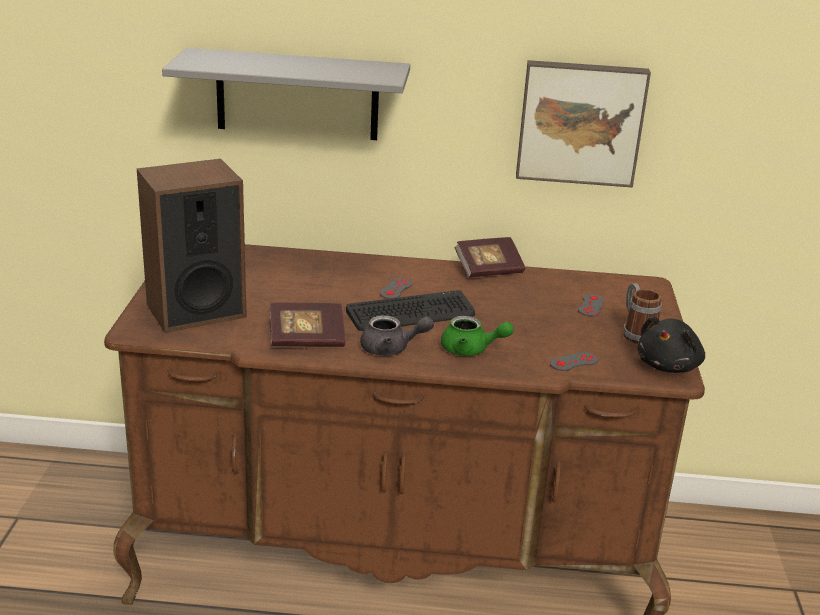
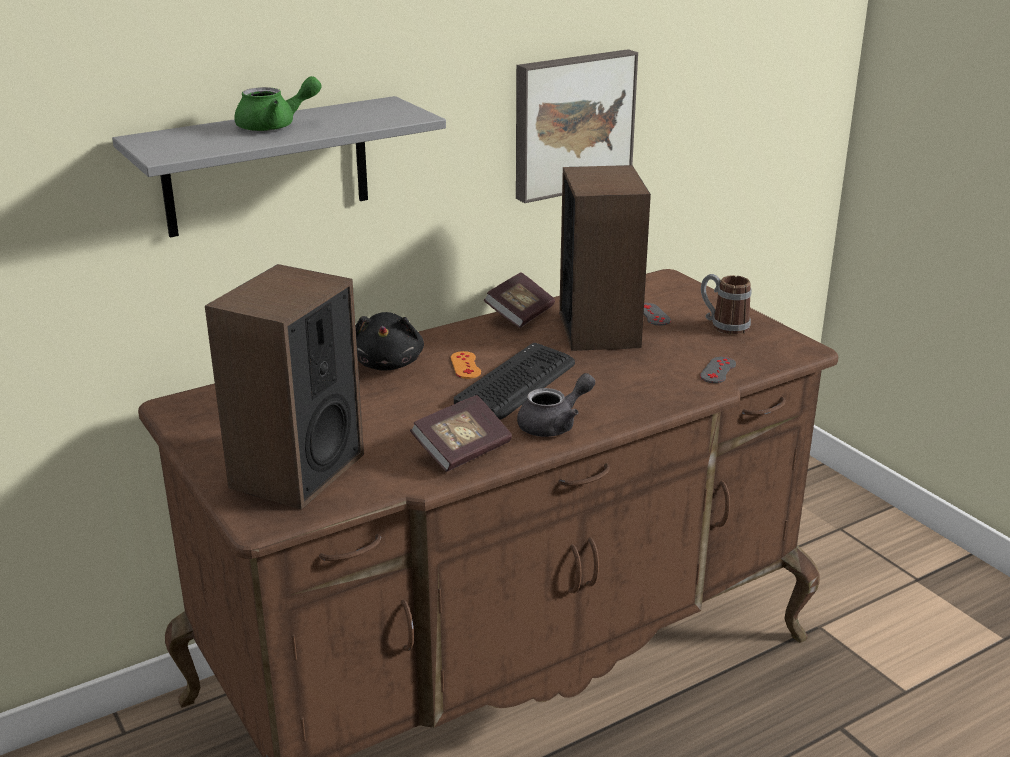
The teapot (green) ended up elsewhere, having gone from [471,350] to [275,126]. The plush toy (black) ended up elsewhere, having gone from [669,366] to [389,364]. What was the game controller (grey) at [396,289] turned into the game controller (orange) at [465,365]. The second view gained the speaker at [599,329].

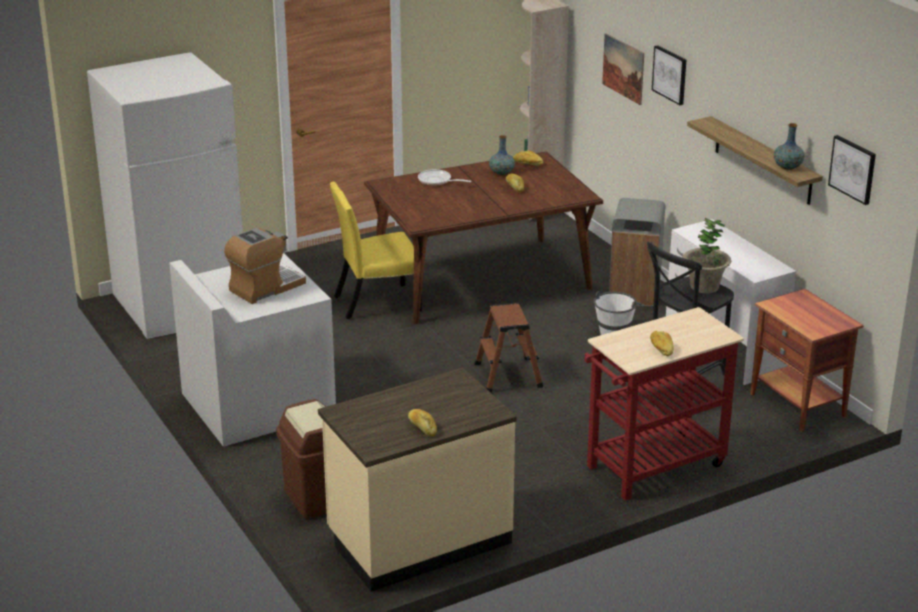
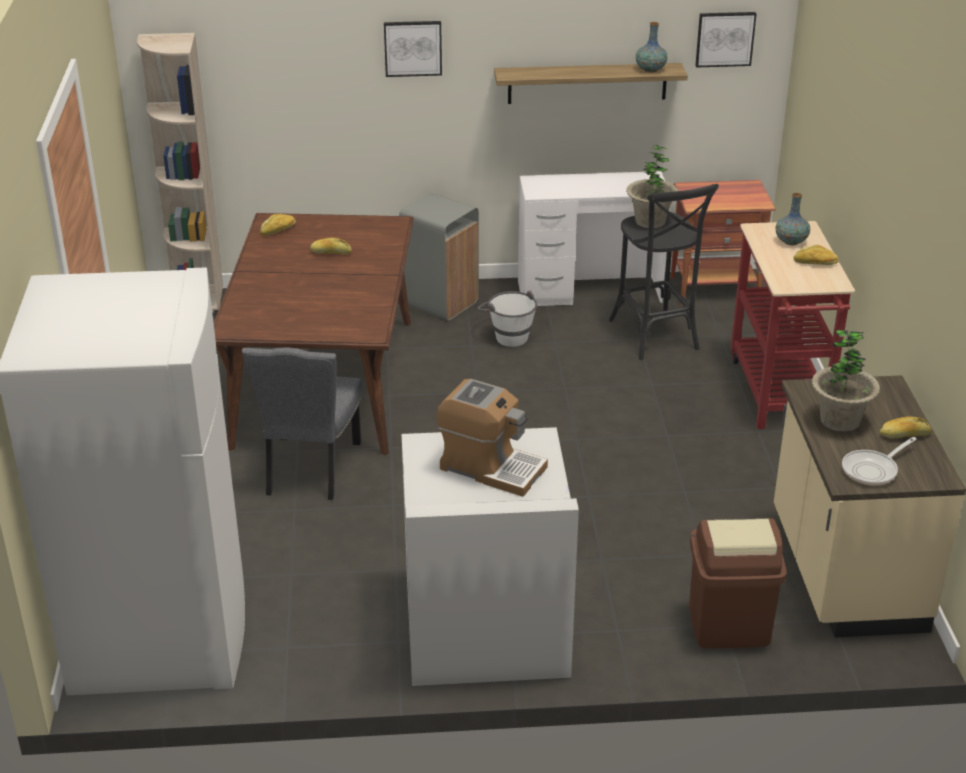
What was the chair (yellow) at [378,302] turned into the chair (grey) at [311,466]. The coffee machine at [266,287] ended up facing another way, 135 degrees clockwise from before. The vase ended up elsewhere, having gone from [501,173] to [791,242]. The second view gained the potted plant at [839,420]. The frying pan ended up elsewhere, having gone from [437,181] to [873,470]. The second view lost the step ladder (brown) at [508,375]. The second view lost the picture at [623,68].

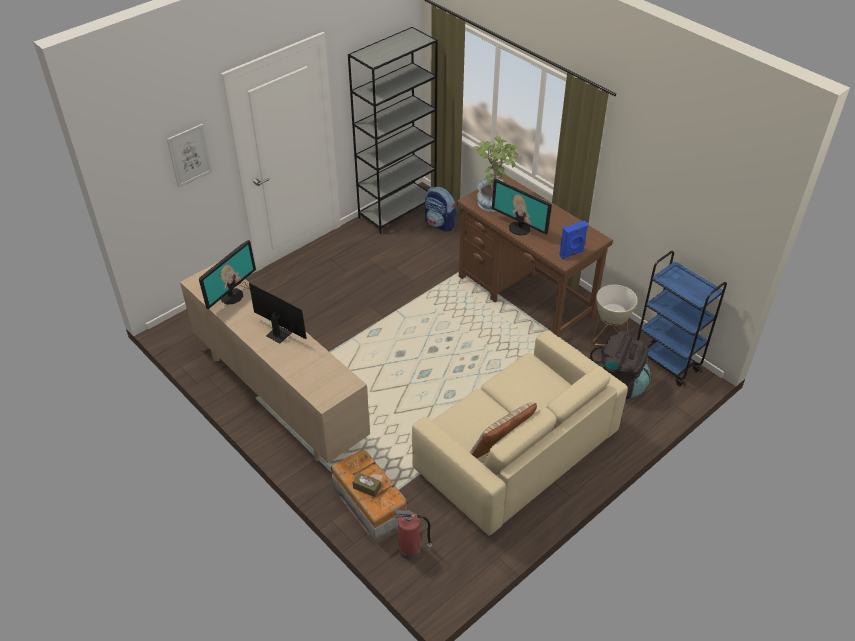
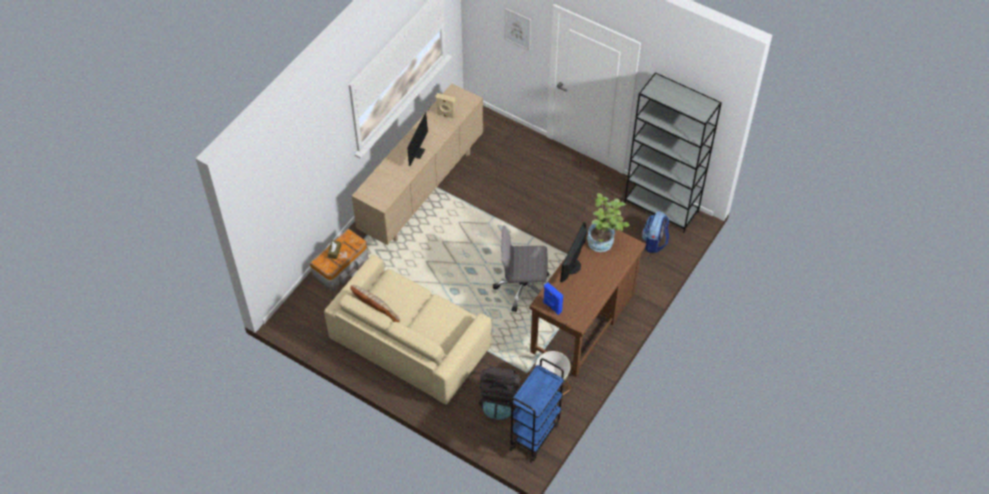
Where the monitor stood at [231,296], the speaker (beige) came to stand at [446,115]. The second view gained the office chair (grey) at [522,288]. The second view lost the fire extinguisher at [410,549].

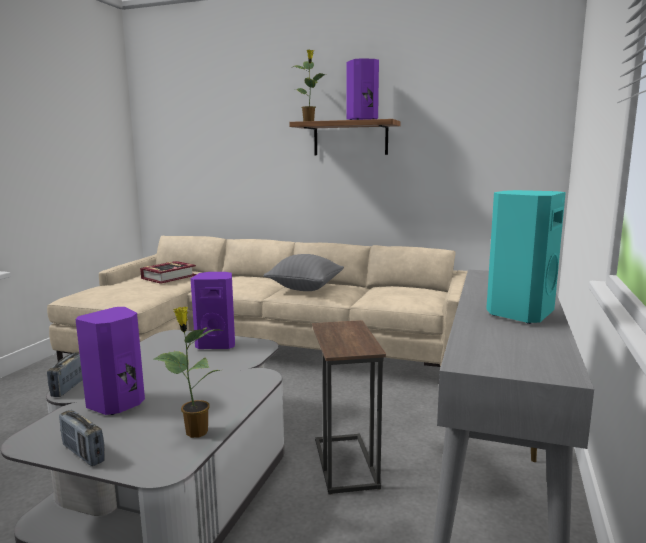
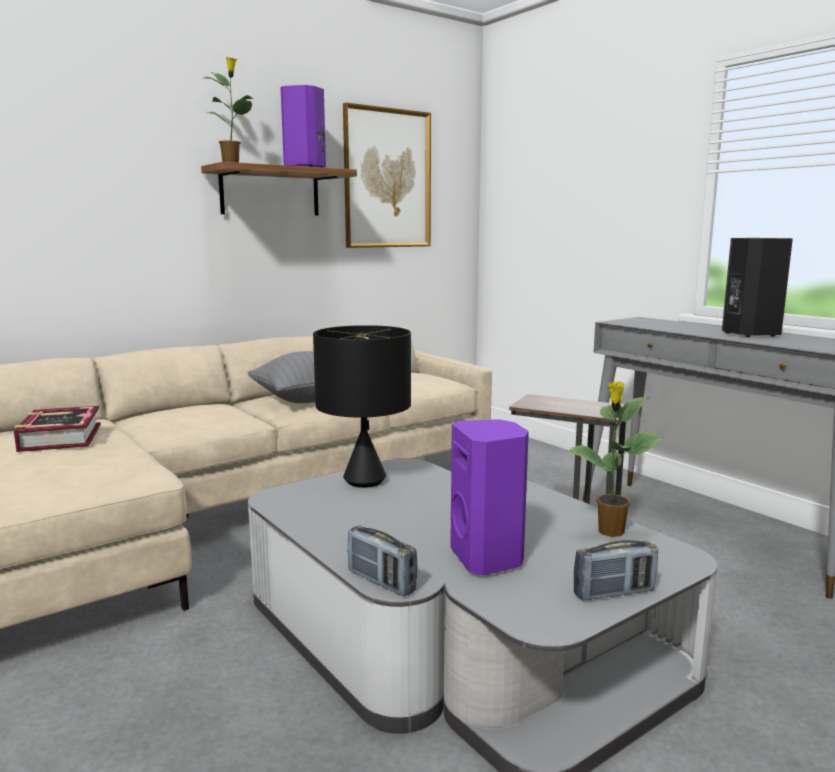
Where the speaker (purple) stood at [217,344], the table lamp (black) came to stand at [364,481]. The second view gained the picture at [387,179]. What was the speaker (turquoise) at [518,313] turned into the speaker (black) at [748,334].

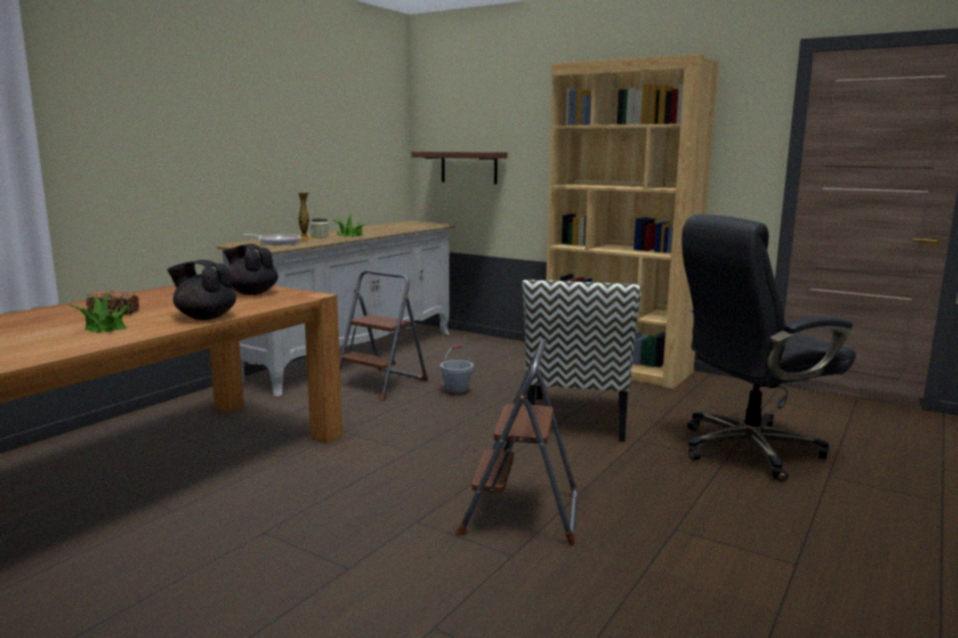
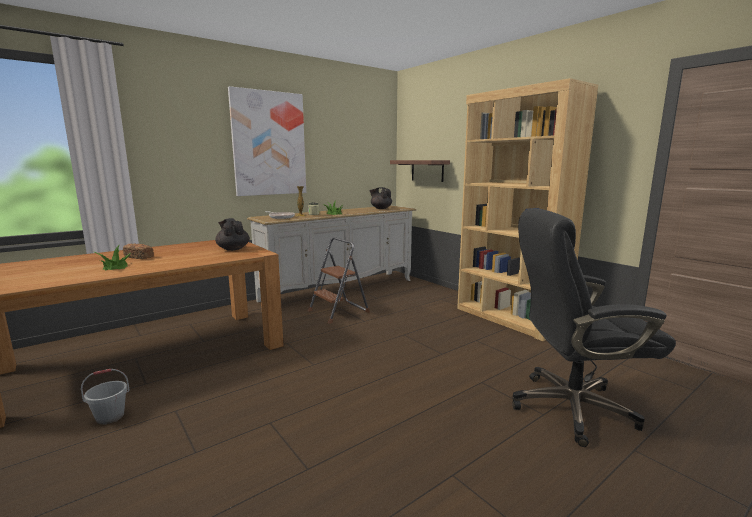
The bucket (grey) ended up elsewhere, having gone from [456,391] to [110,417]. The second view gained the picture at [269,144]. The teapot (black) ended up elsewhere, having gone from [205,317] to [380,208]. The second view lost the step ladder (brown) at [525,514]. The second view lost the chair at [577,419].

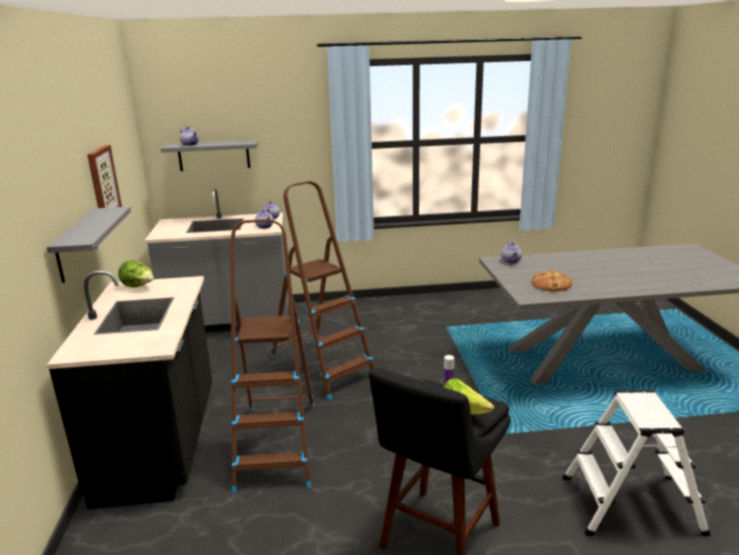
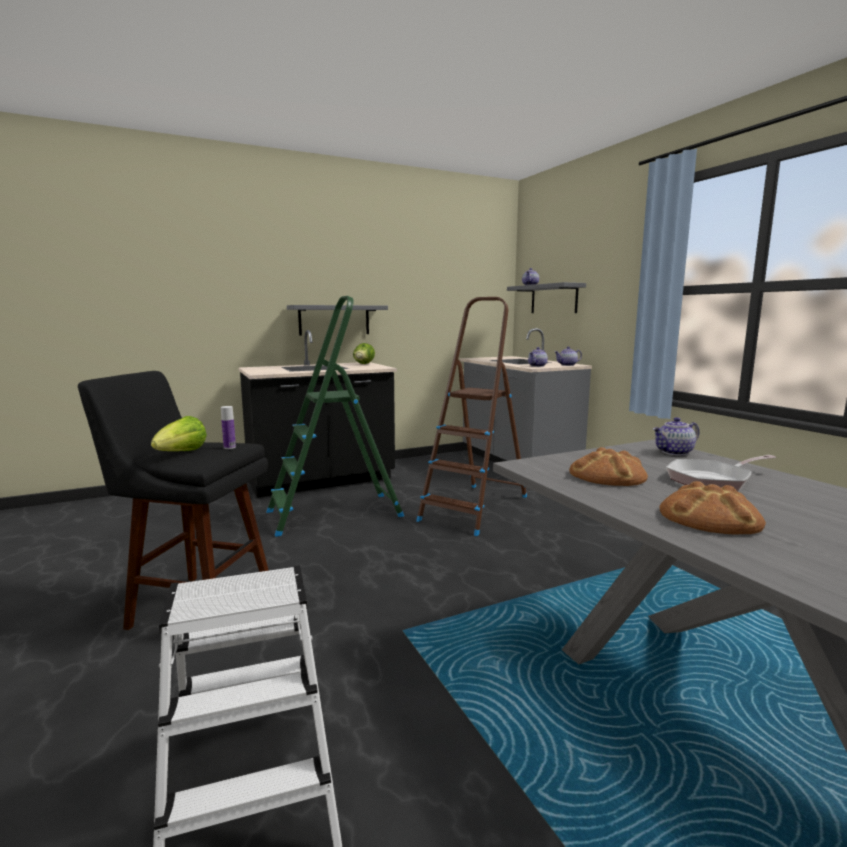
What was the step ladder (brown) at [277,444] turned into the step ladder (green) at [333,514]. The second view gained the bread at [709,517]. The second view gained the frying pan at [713,480]. The second view lost the picture at [102,182].

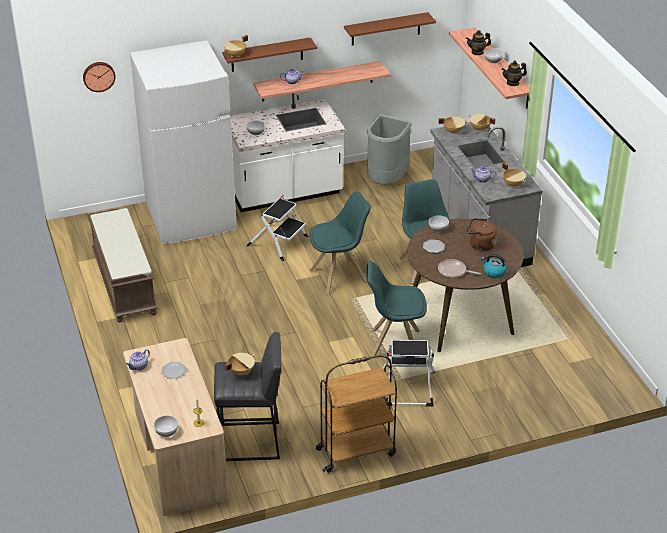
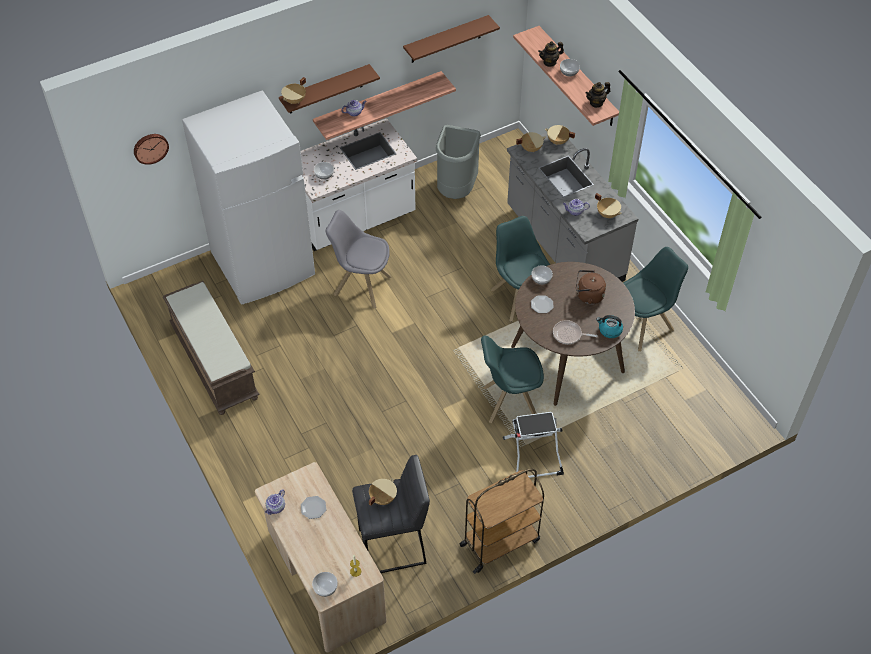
Where the step ladder stood at [277,242], the chair (grey) came to stand at [362,286]. The chair (turquoise) ended up elsewhere, having gone from [339,276] to [643,326].

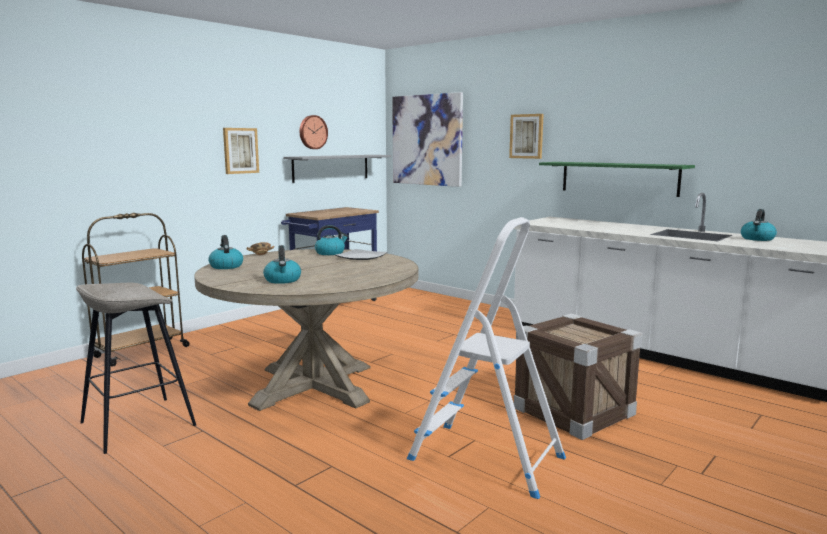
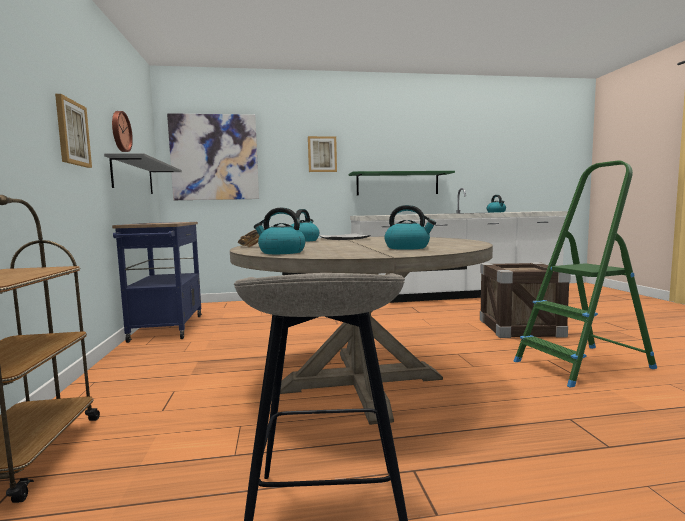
What was the step ladder (white) at [484,458] turned into the step ladder (green) at [581,365].

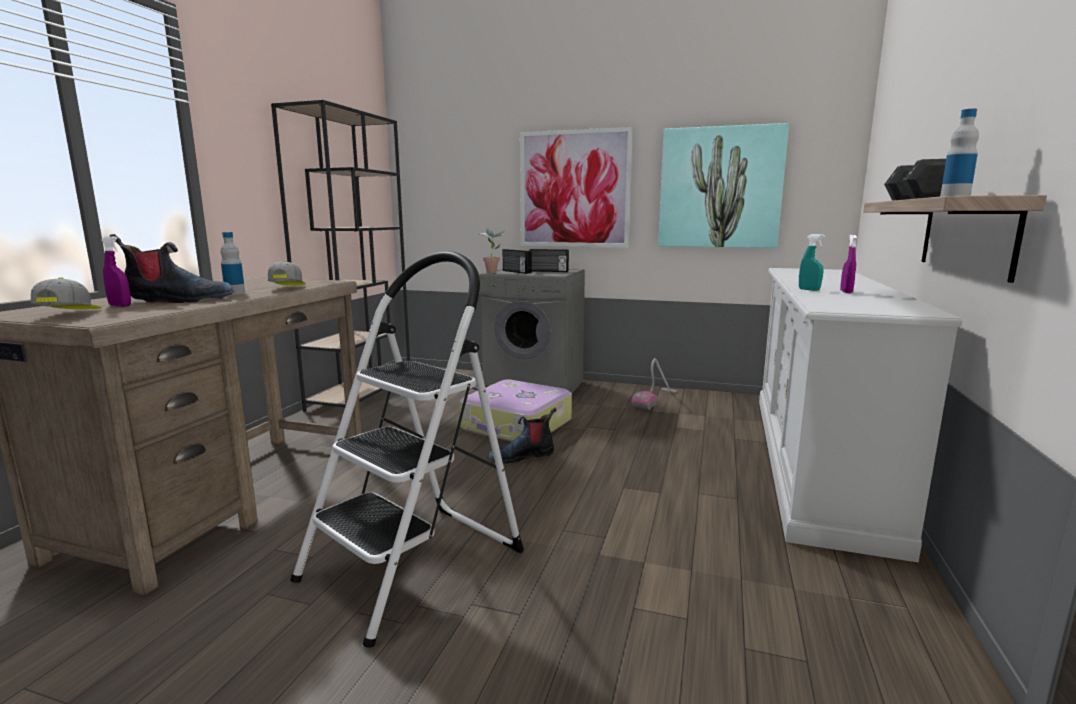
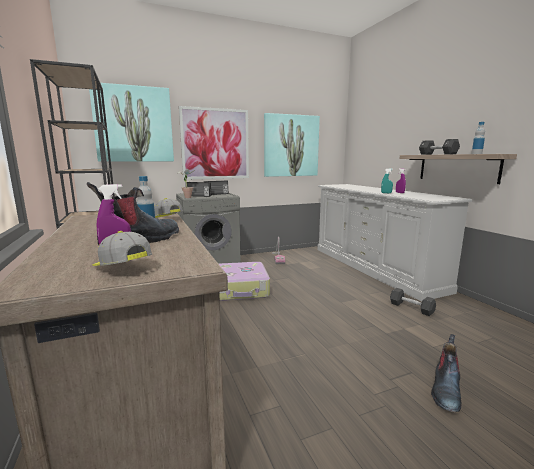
The second view gained the picture at [134,124]. The second view gained the dumbbell (black) at [411,308]. The boot ended up elsewhere, having gone from [522,456] to [445,390]. The second view lost the step ladder at [419,564].

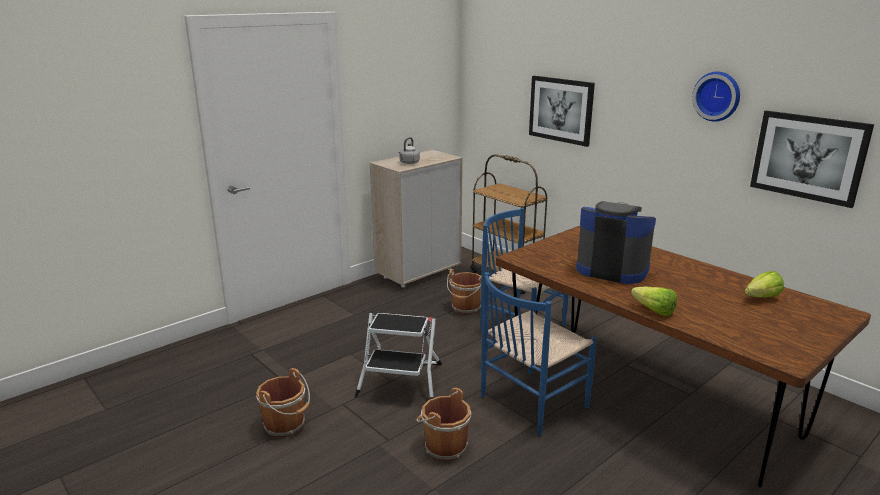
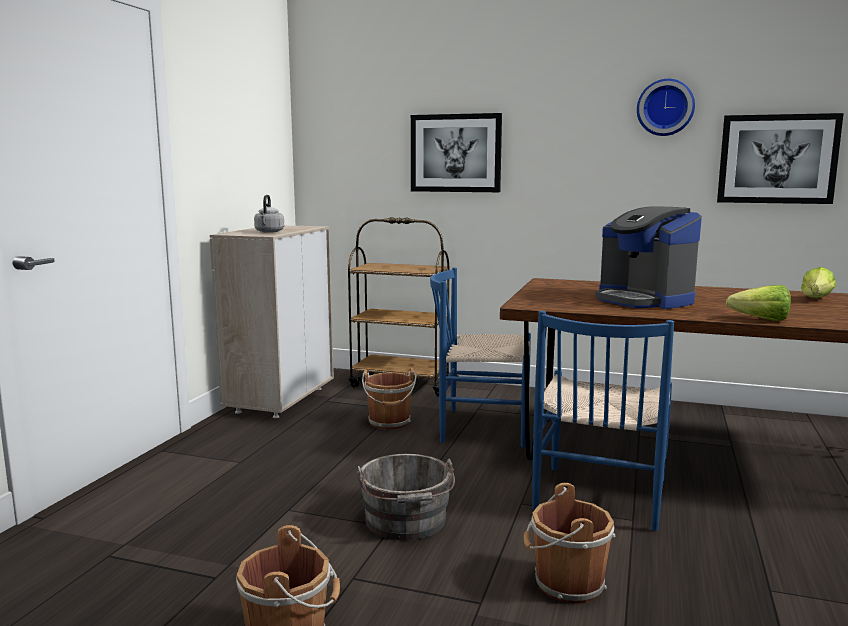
Where the step ladder stood at [401,381], the bucket (grey) came to stand at [406,522]. The coffee machine at [612,269] ended up facing another way, 120 degrees counterclockwise from before.

